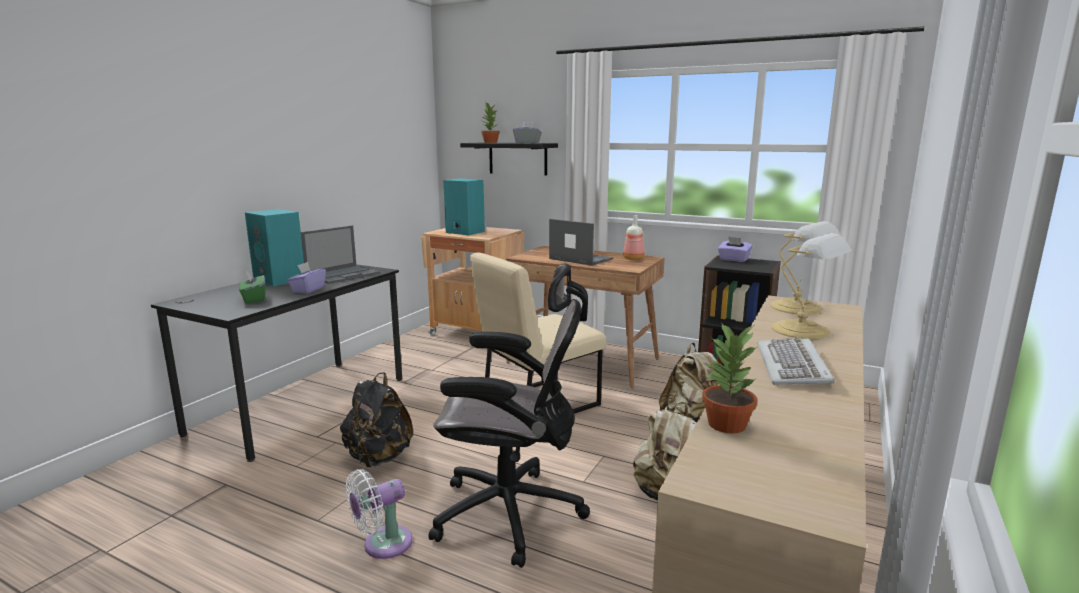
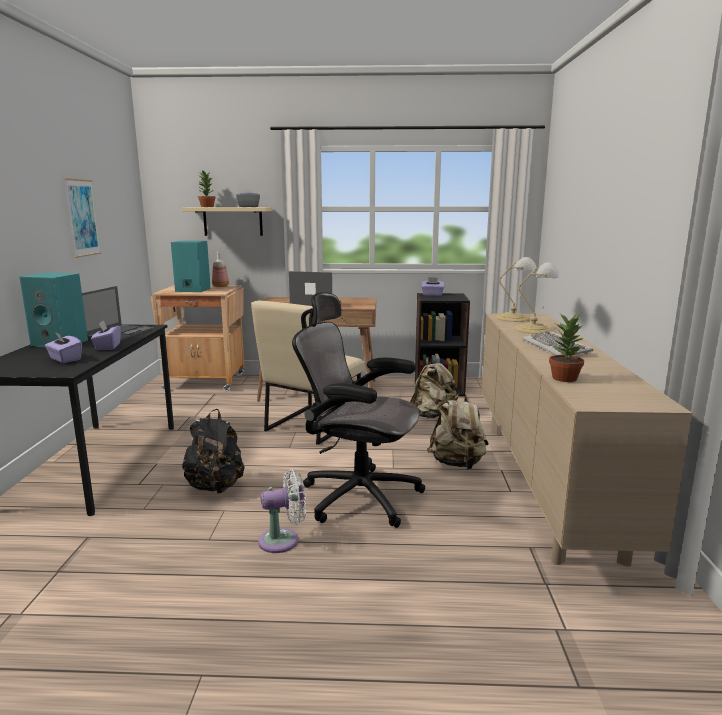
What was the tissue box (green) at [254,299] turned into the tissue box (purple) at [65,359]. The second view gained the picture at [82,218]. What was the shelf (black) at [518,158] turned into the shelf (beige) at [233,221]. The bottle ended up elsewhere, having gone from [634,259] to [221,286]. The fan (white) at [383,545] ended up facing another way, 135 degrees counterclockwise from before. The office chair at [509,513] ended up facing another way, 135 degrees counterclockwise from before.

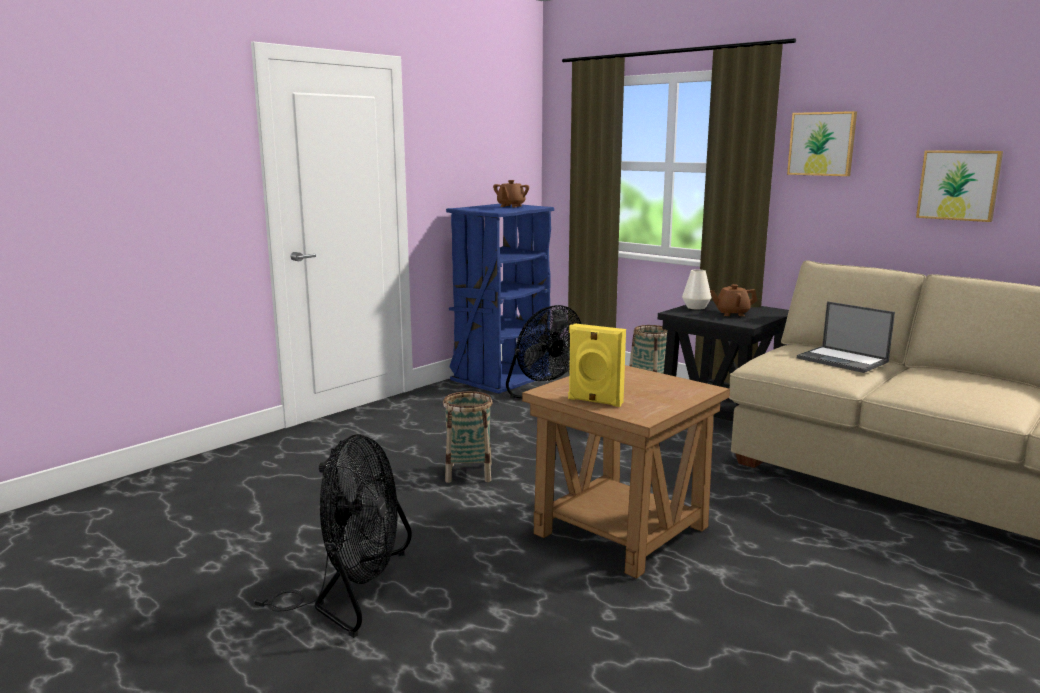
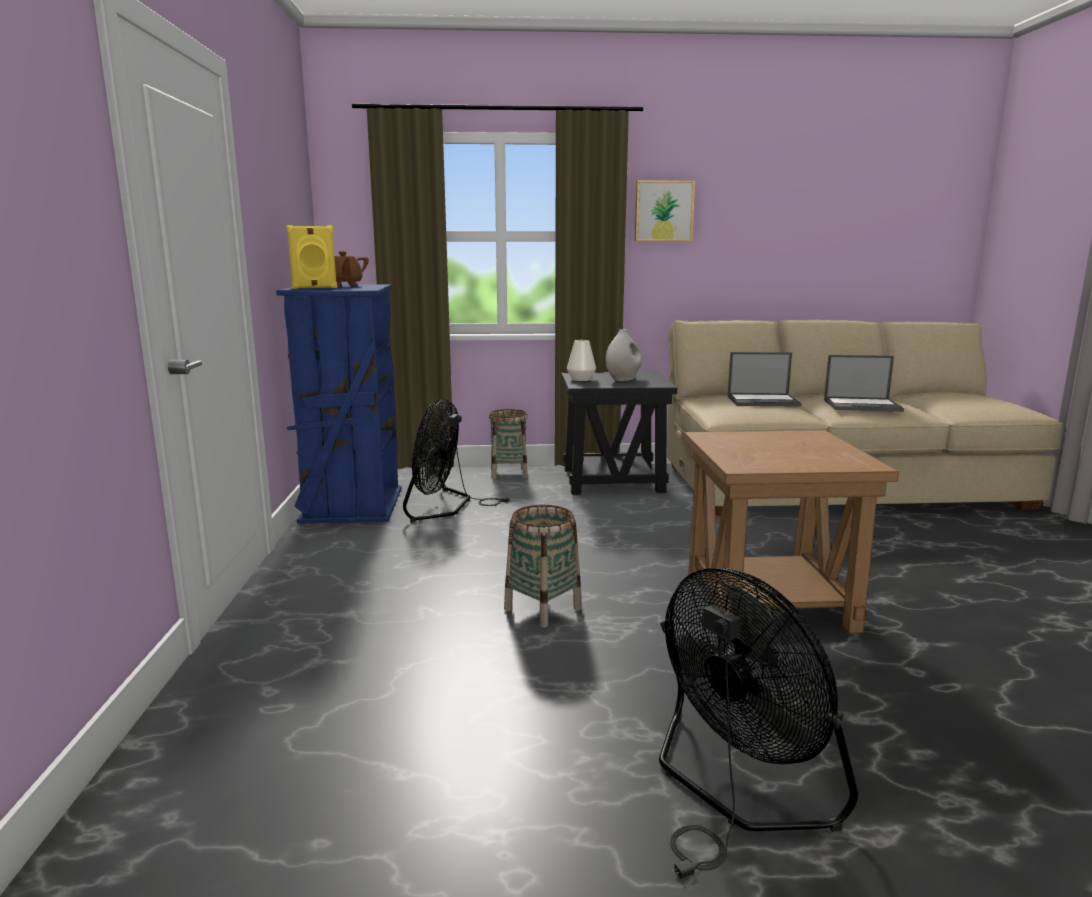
The speaker (yellow) ended up elsewhere, having gone from [595,401] to [314,288]. Where the teapot (brown) stood at [732,314], the vase (white) came to stand at [623,379]. The second view gained the laptop at [863,405]. The second view lost the picture at [959,185].

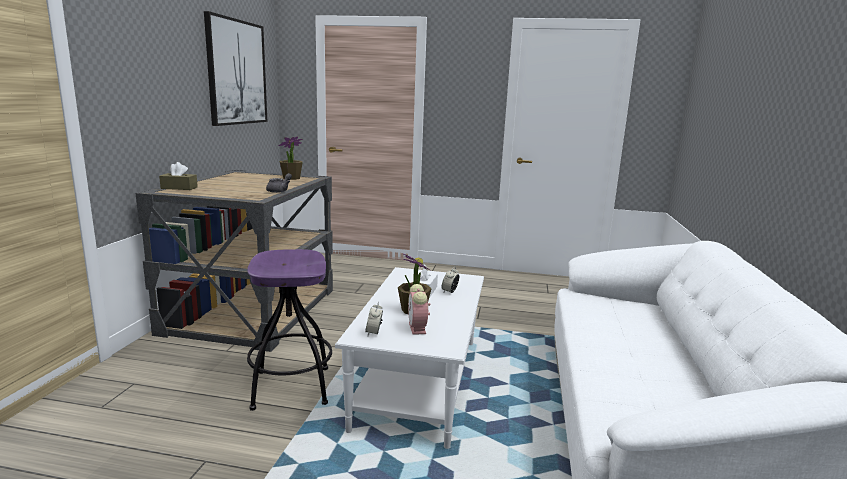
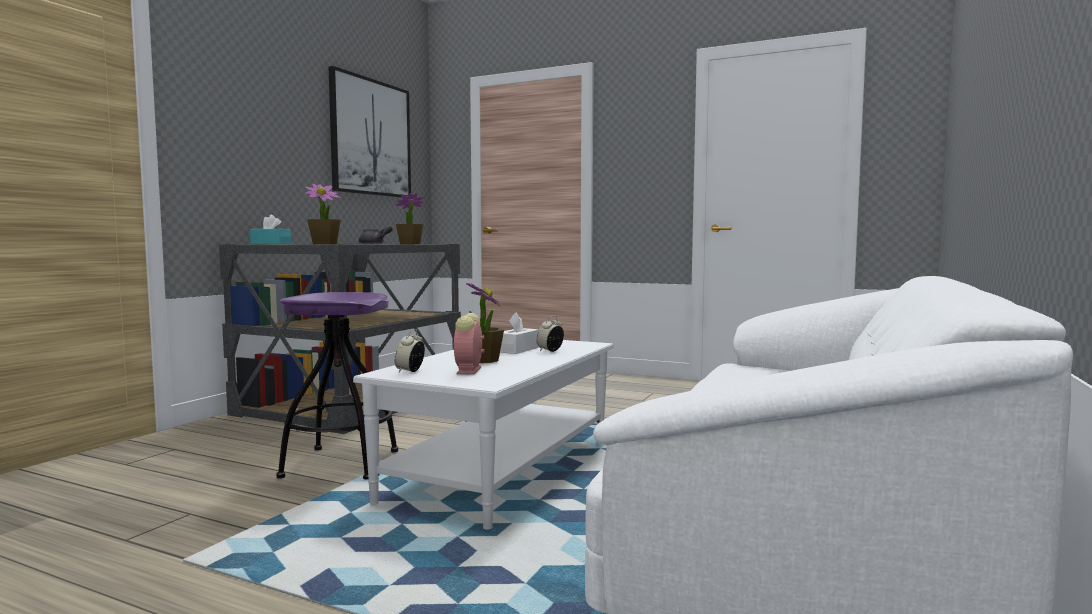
What was the tissue box (brown) at [179,188] turned into the tissue box (turquoise) at [270,244]. The second view gained the potted plant at [325,244].

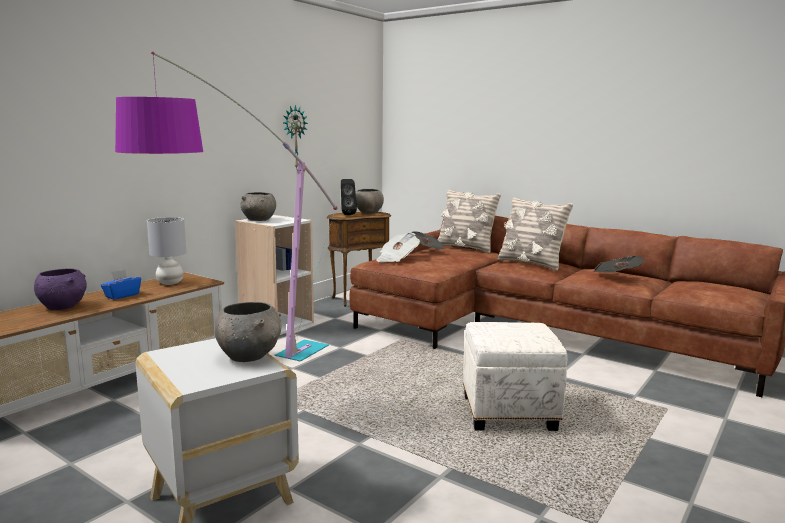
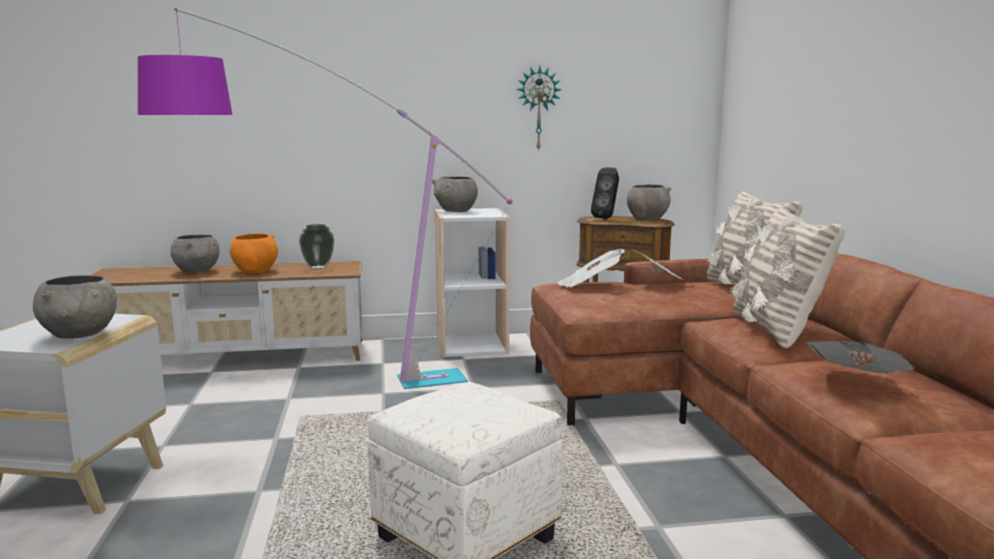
What was the bowl (purple) at [63,307] turned into the bowl (grey) at [197,271]. Where the tissue box (blue) stood at [122,295], the bowl (orange) came to stand at [255,271]. Where the table lamp (grey) stood at [170,283], the vase came to stand at [318,267].

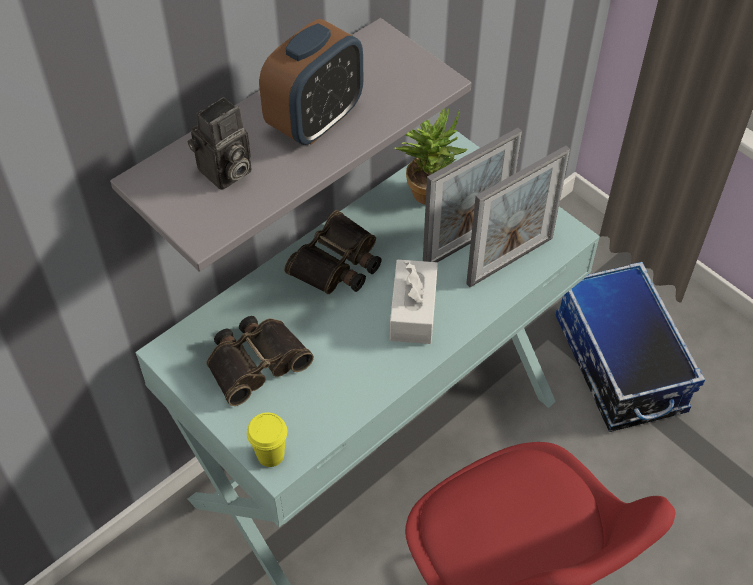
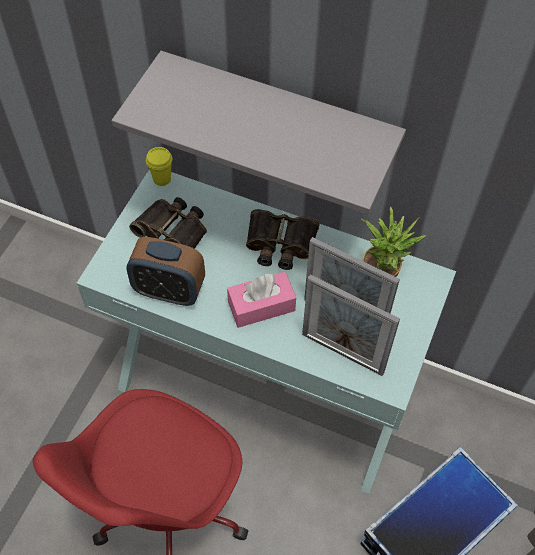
The alarm clock ended up elsewhere, having gone from [315,121] to [169,290]. The cup (yellow) ended up elsewhere, having gone from [270,455] to [162,179]. What was the tissue box (white) at [413,311] turned into the tissue box (pink) at [261,306]. The second view lost the photo camera at [225,173].

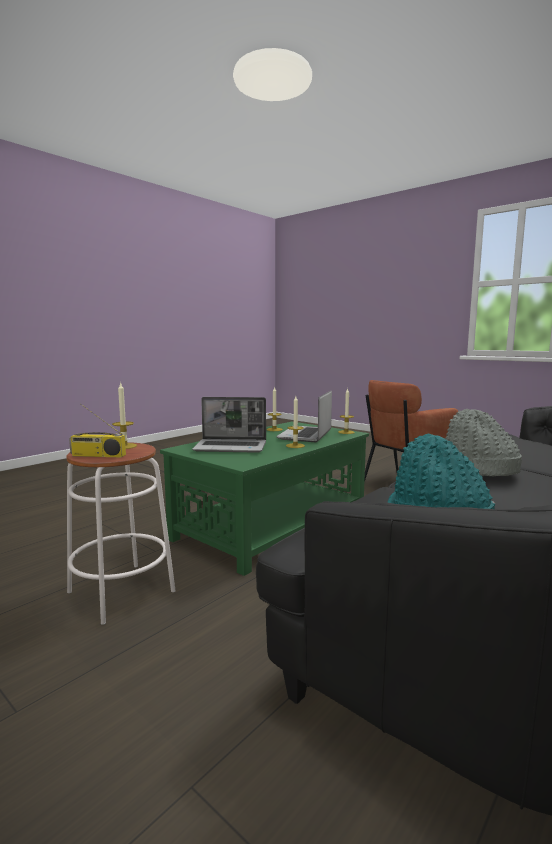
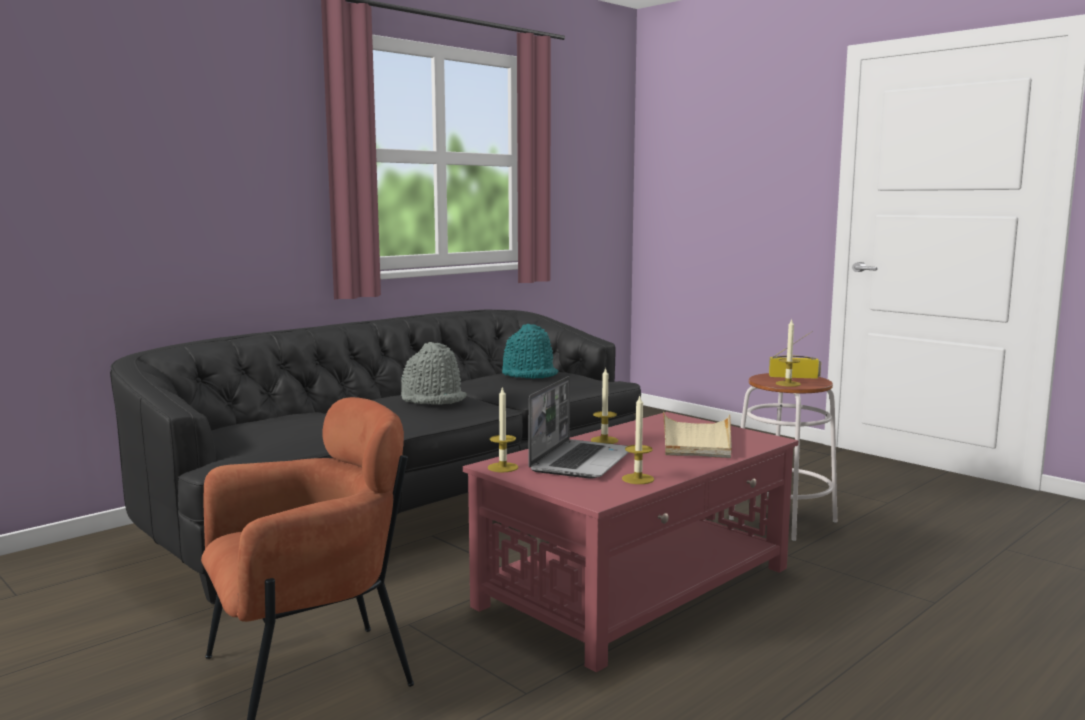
What was the coffee table (green) at [271,524] turned into the coffee table (red) at [638,586]. Where the laptop stood at [231,447], the tray (beige) came to stand at [696,440].

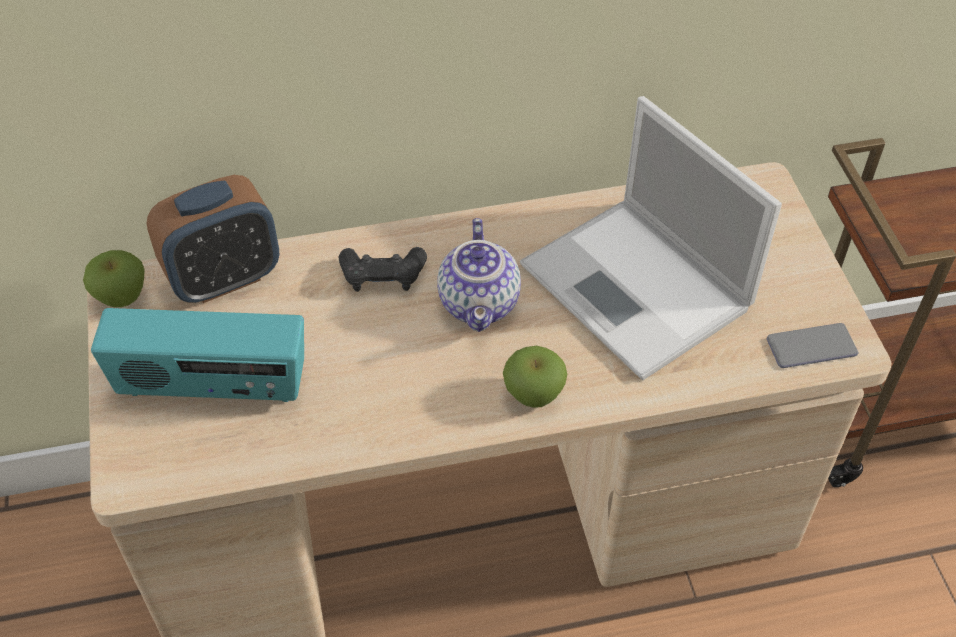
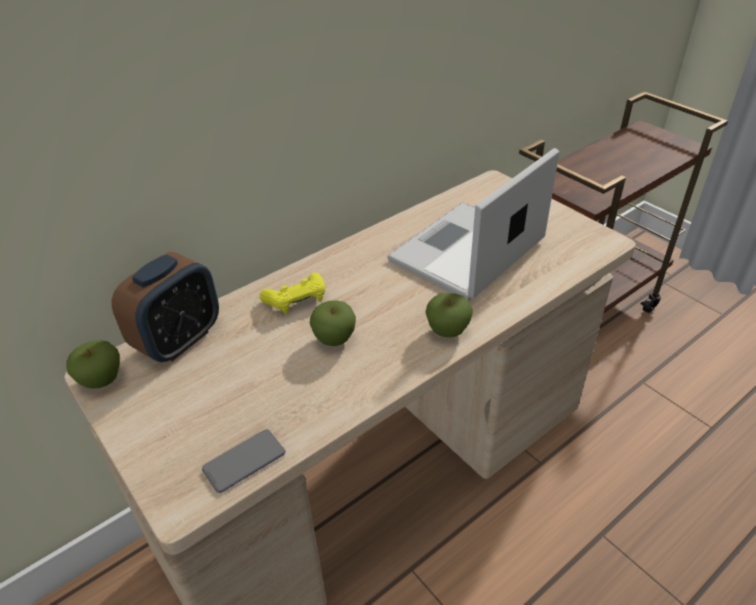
The phone ended up elsewhere, having gone from [811,347] to [244,461]. What was the game controller (black) at [383,276] turned into the game controller (yellow) at [296,300]. The second view gained the apple at [334,339]. The laptop at [638,288] ended up facing another way, 105 degrees clockwise from before. The second view lost the radio at [212,386]. The second view lost the teapot at [481,304].

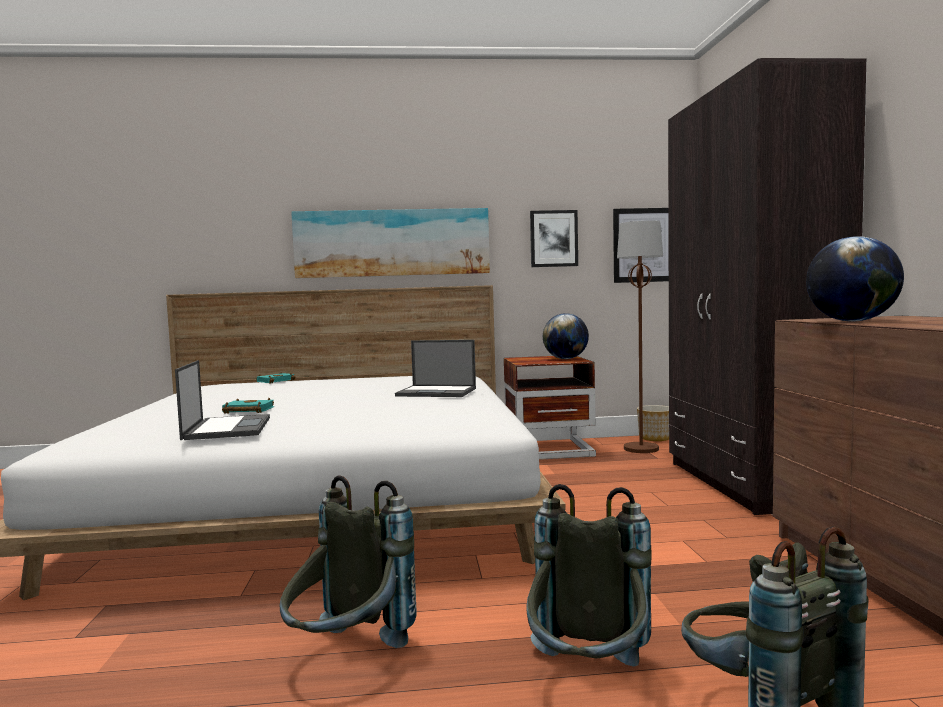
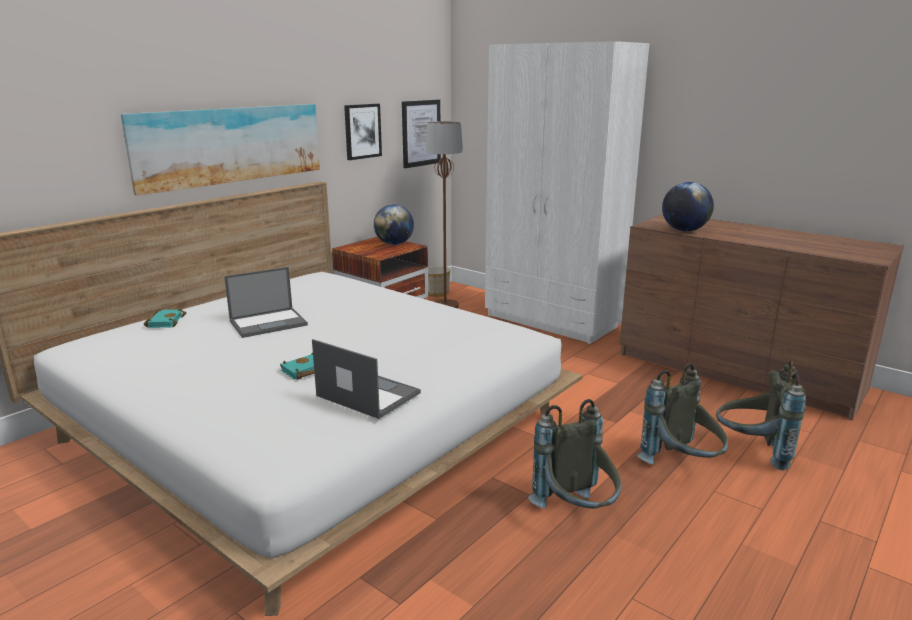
The laptop ended up elsewhere, having gone from [437,392] to [269,323]. What was the wardrobe (brown) at [750,484] turned into the wardrobe (white) at [552,321].

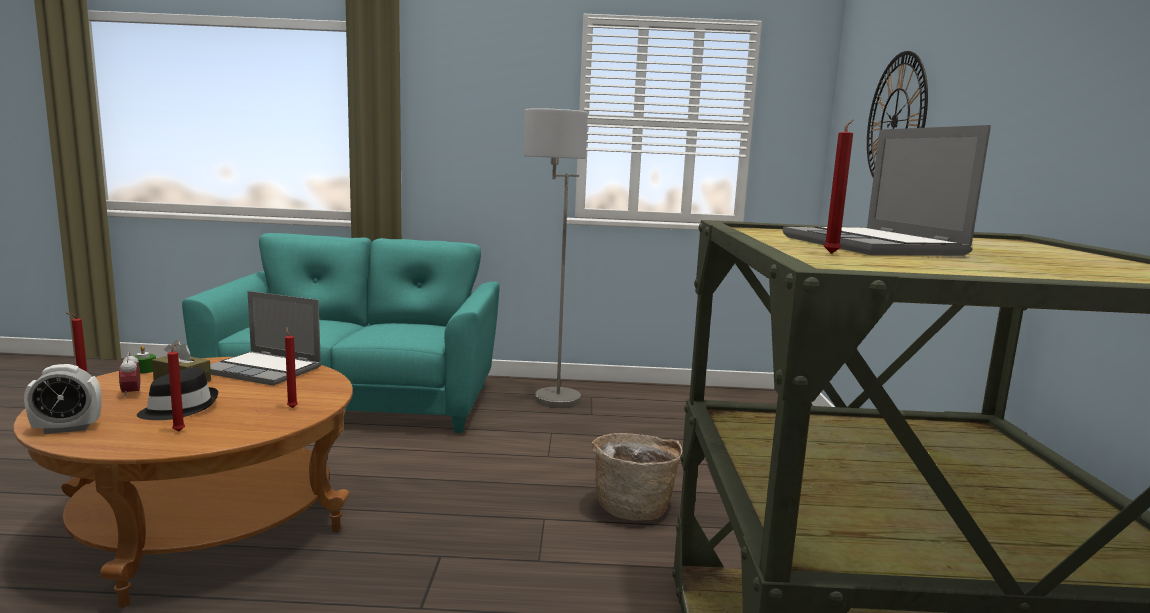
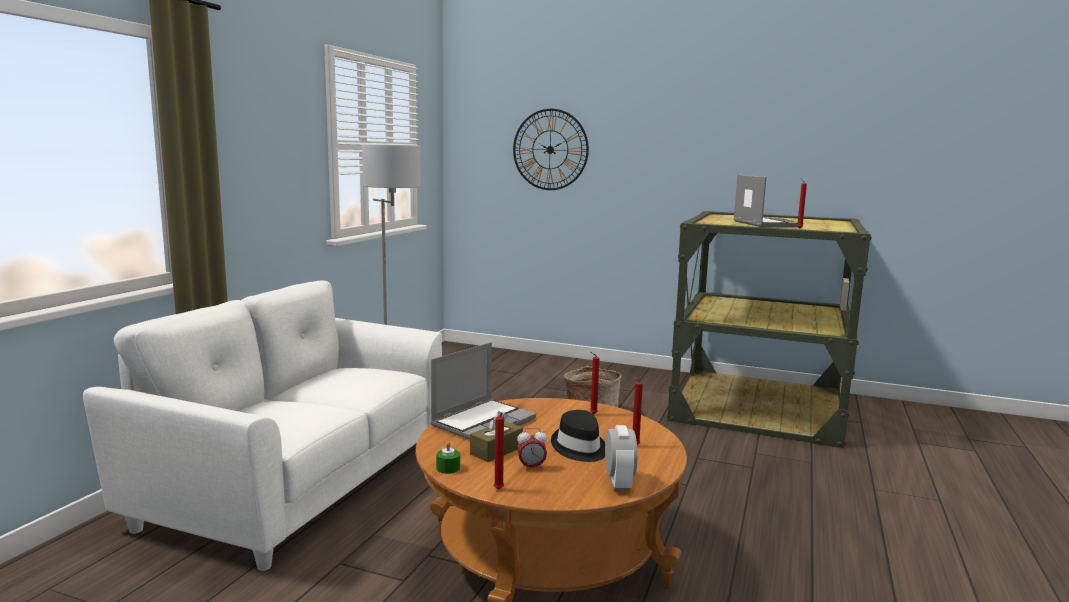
What was the sofa (turquoise) at [361,402] turned into the sofa (white) at [298,483]. The laptop at [873,246] ended up facing another way, 105 degrees counterclockwise from before.

